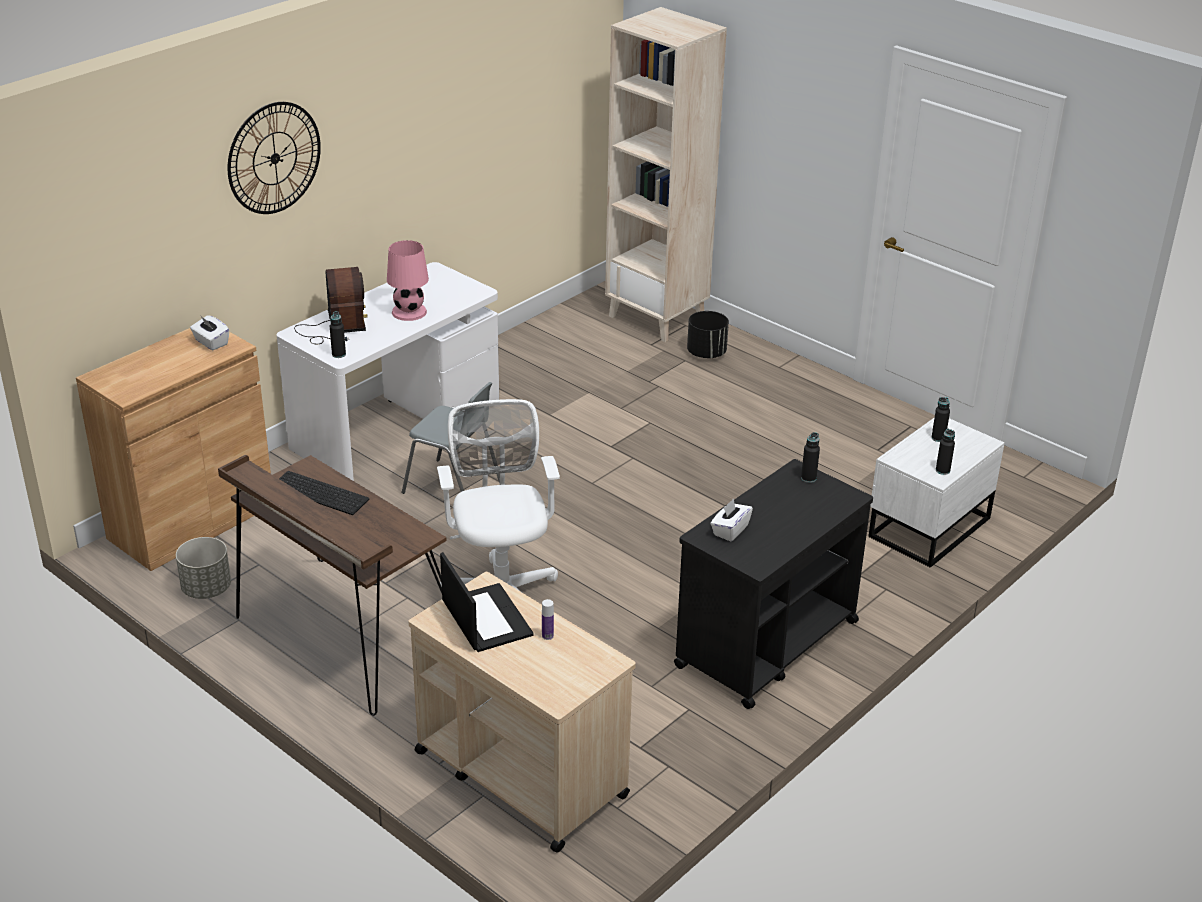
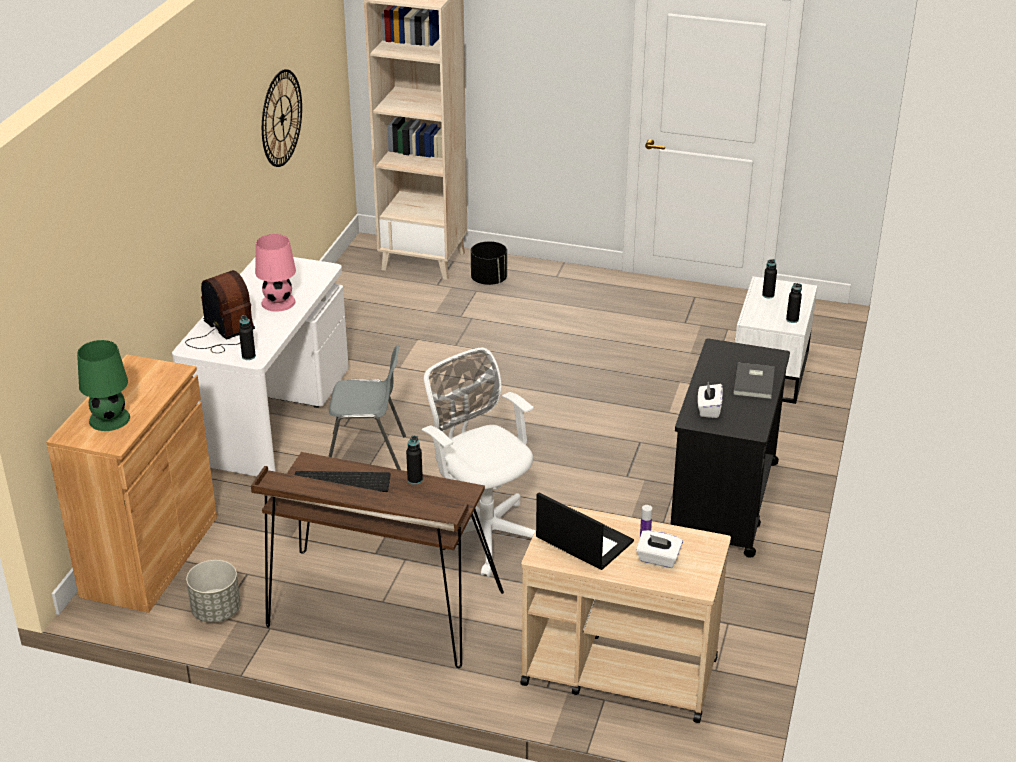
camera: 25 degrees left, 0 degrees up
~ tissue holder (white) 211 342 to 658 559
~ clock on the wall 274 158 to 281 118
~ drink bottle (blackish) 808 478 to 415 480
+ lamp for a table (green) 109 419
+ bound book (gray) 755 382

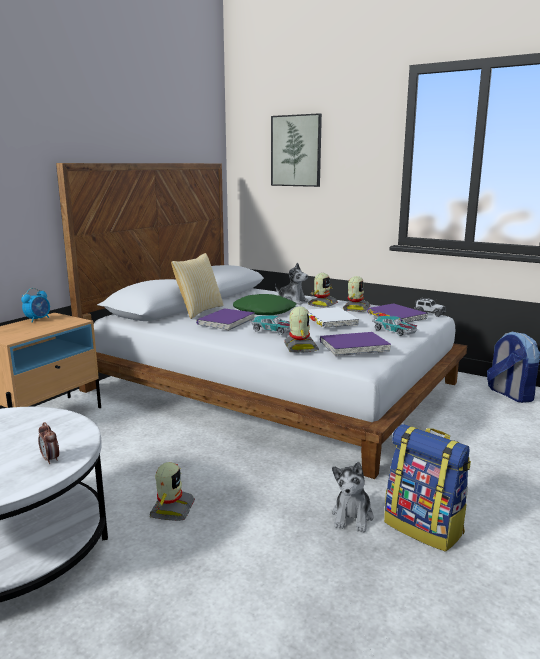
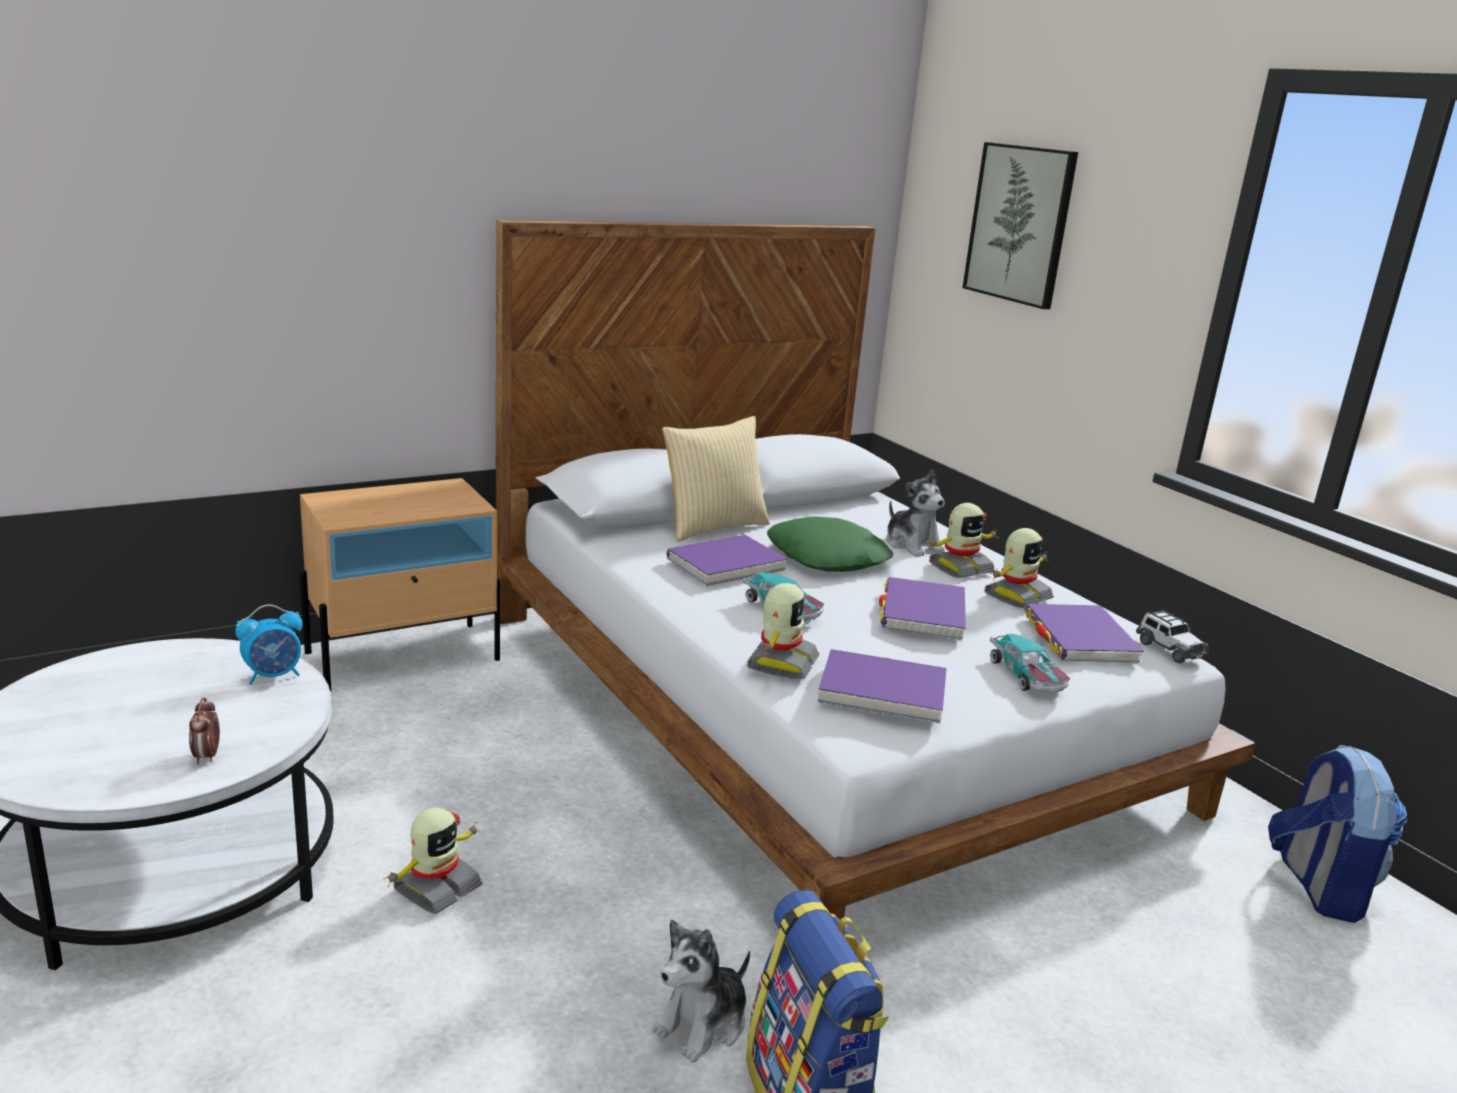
camera: 25 degrees right, 5 degrees up
~ alarm clock 38 319 to 274 676
~ bound book (white) 331 320 to bound book (purplish) 922 613

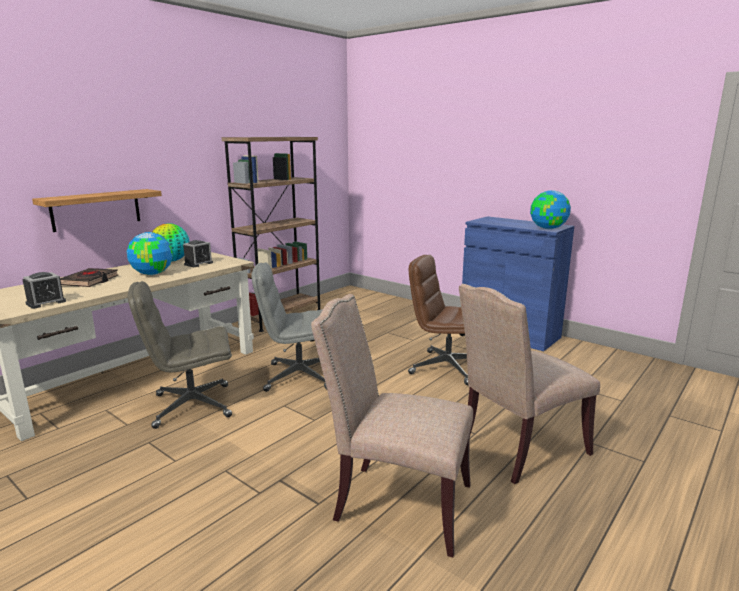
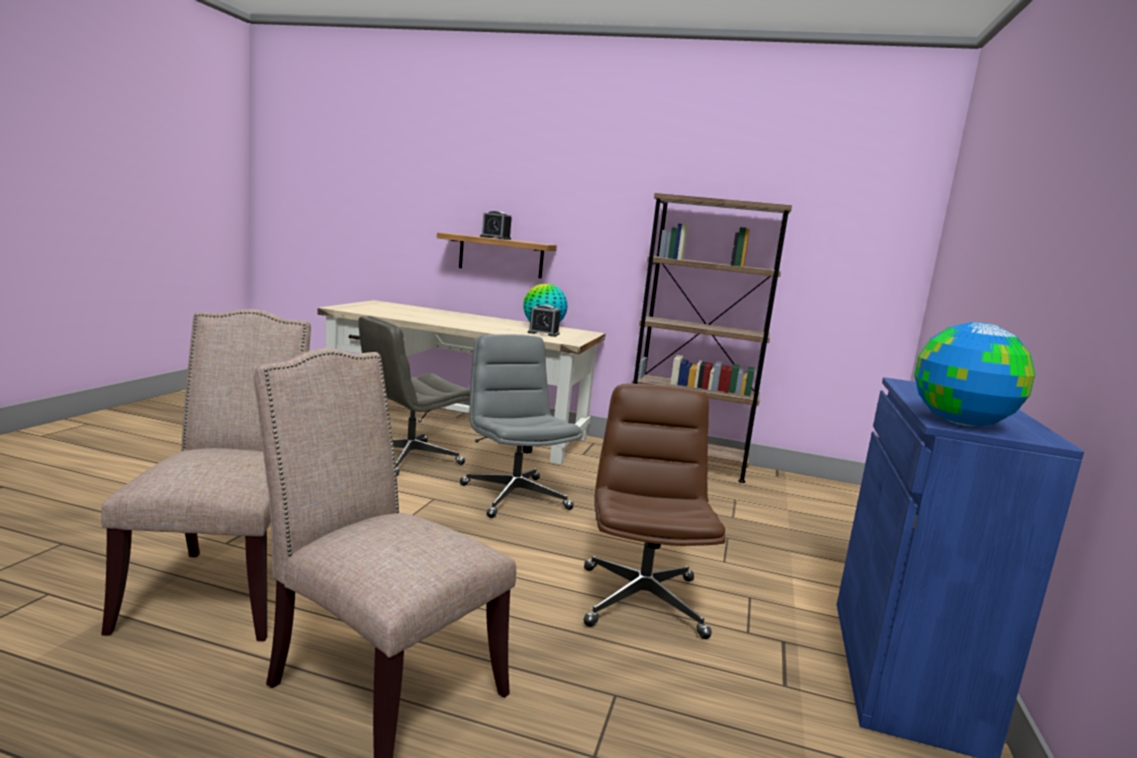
camera: 65 degrees right, 5 degrees down
~ alarm clock 46 302 to 495 238
- bound book (blackish) 90 281
- world globe 152 273
~ computer chair (gray) 191 406 = 408 459 90 degrees counterclockwise

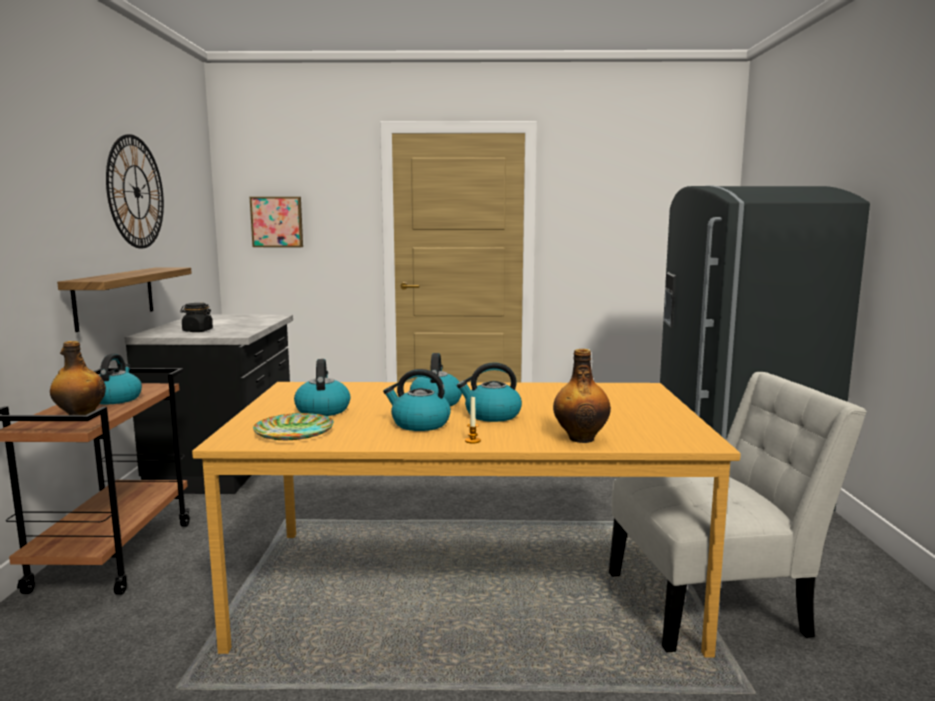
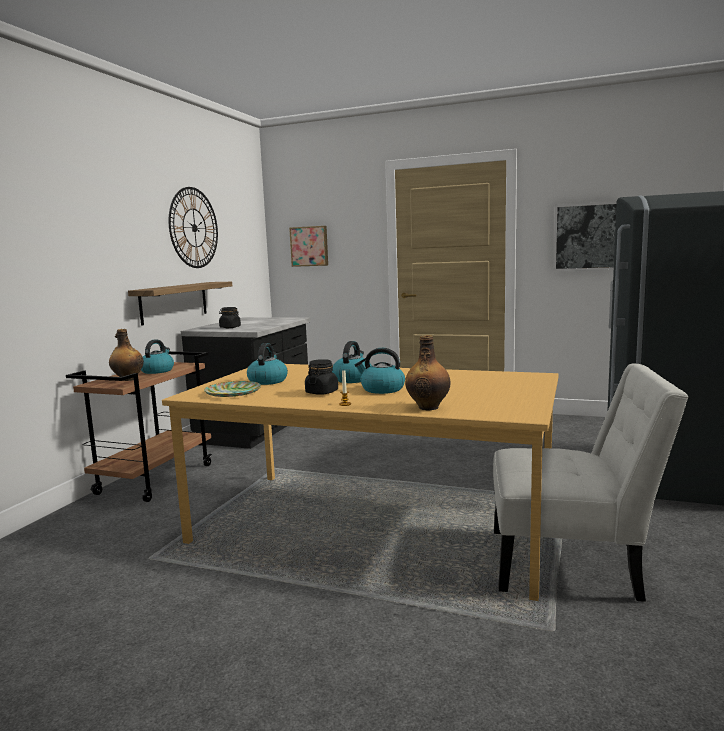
camera: 20 degrees right, 0 degrees up
~ kettle 419 424 to jar (blackish) 322 392
+ wall art 588 236

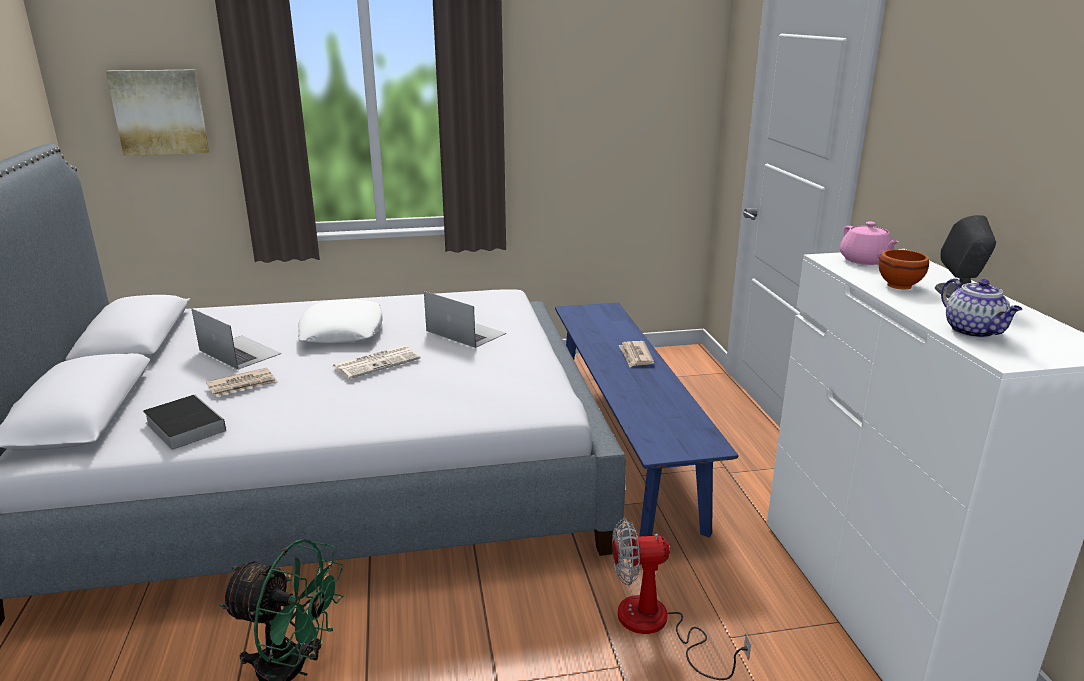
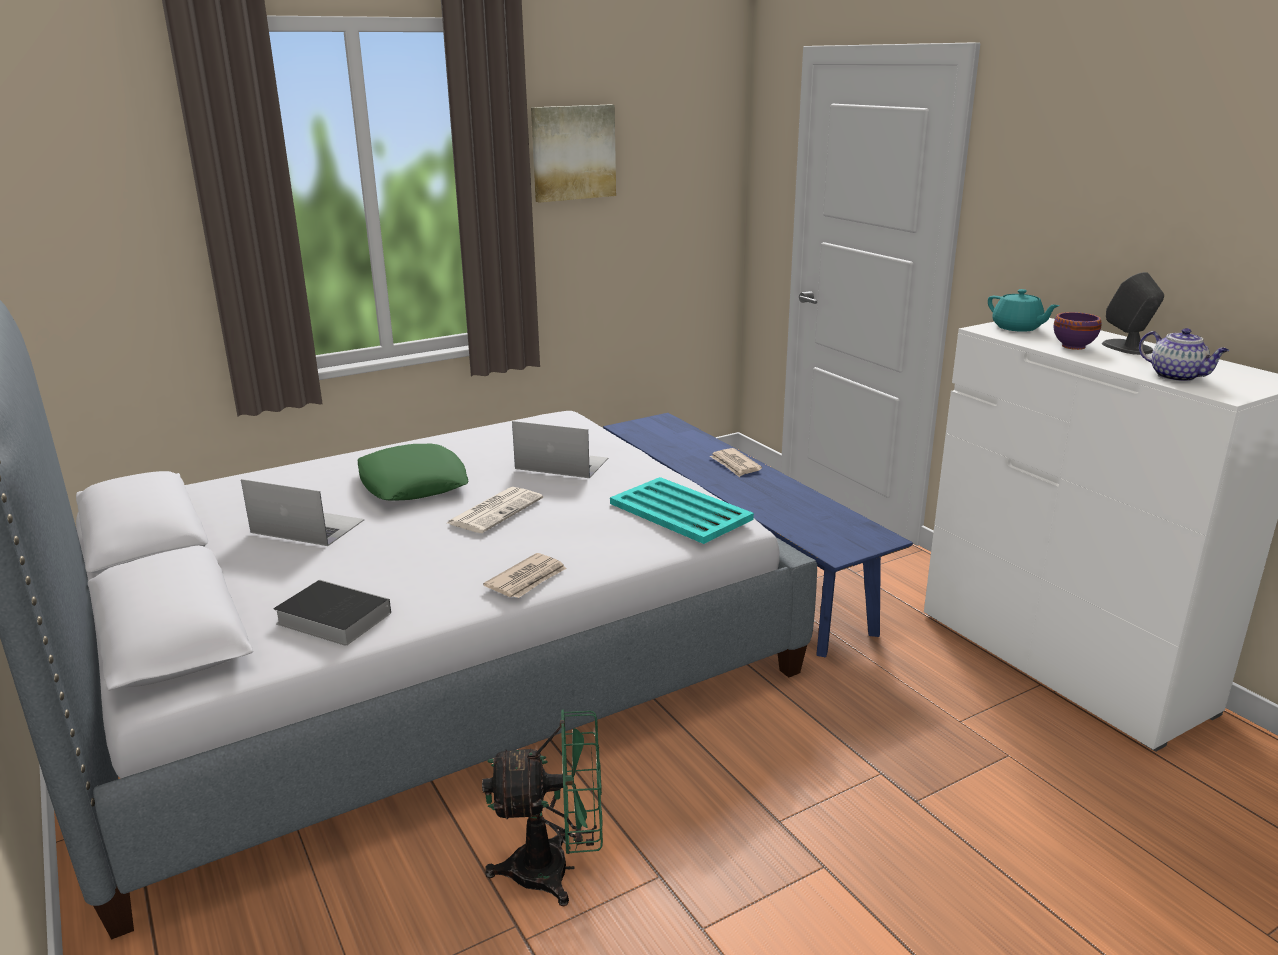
camera: 20 degrees left, 0 degrees up
~ wall art 160 112 to 573 152
~ newspaper 243 385 to 527 579
~ cushion (white) 342 331 to cushion (green) 412 483
- fan 657 626
~ pot for tea (pinkish) 865 260 to pot for tea (turquoise) 1017 328
~ bowl (brownish) 900 286 to bowl (purplish) 1075 346
+ carrying tray (turquoise) 679 511

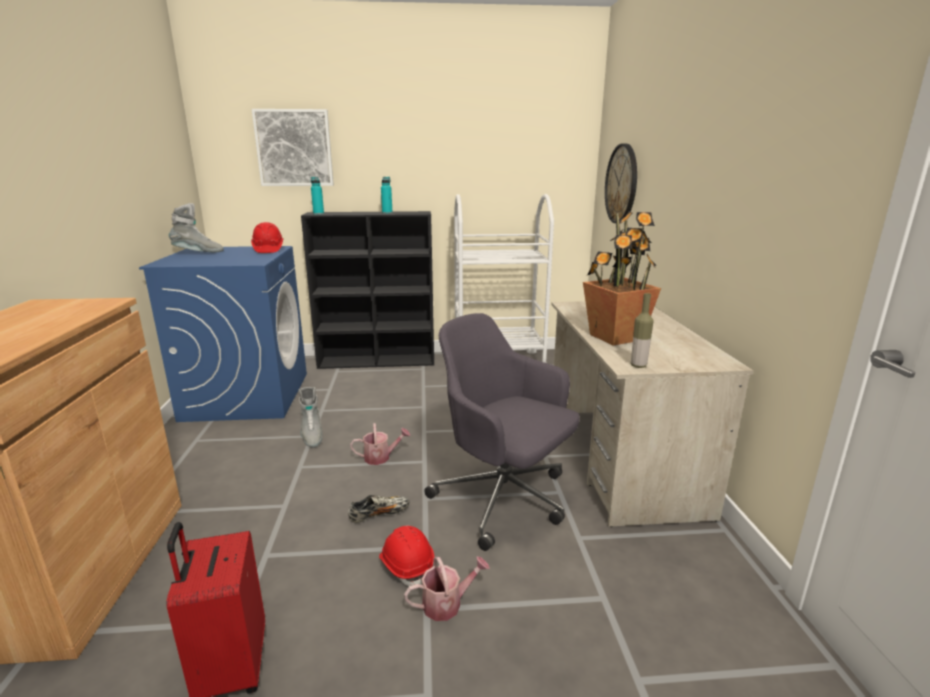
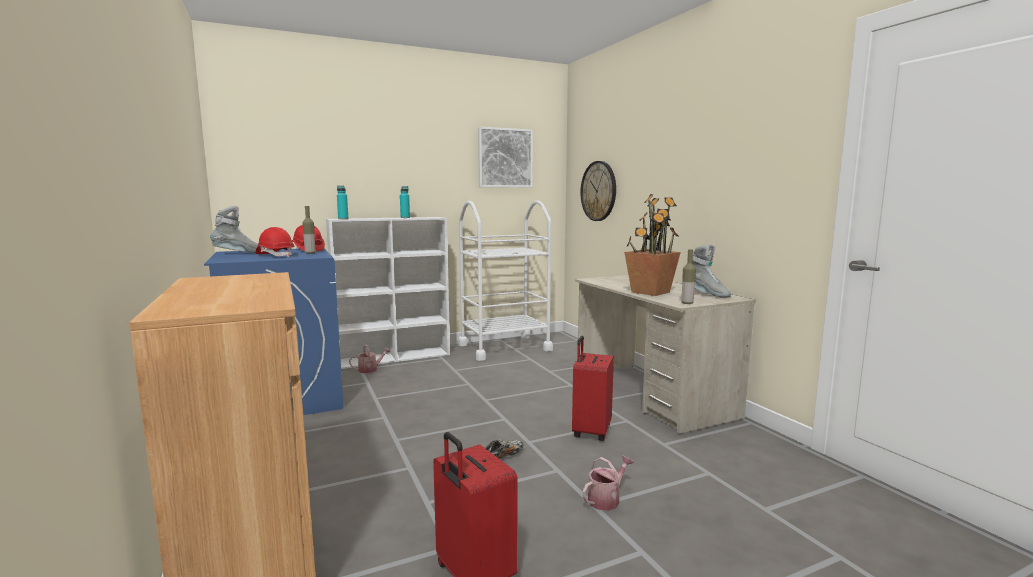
camera: 20 degrees left, 10 degrees down
~ wall art 294 148 to 505 158
~ tall boot (gray) 311 436 to 706 294
~ bookcase (blackish) 378 361 to bookcase (white) 394 357
~ sprinkling can 381 457 to 370 369
~ work helmet (red) 407 565 to 275 255
~ computer chair (gray) 504 499 to suitcase (red) 590 431
+ drink bottle 310 253

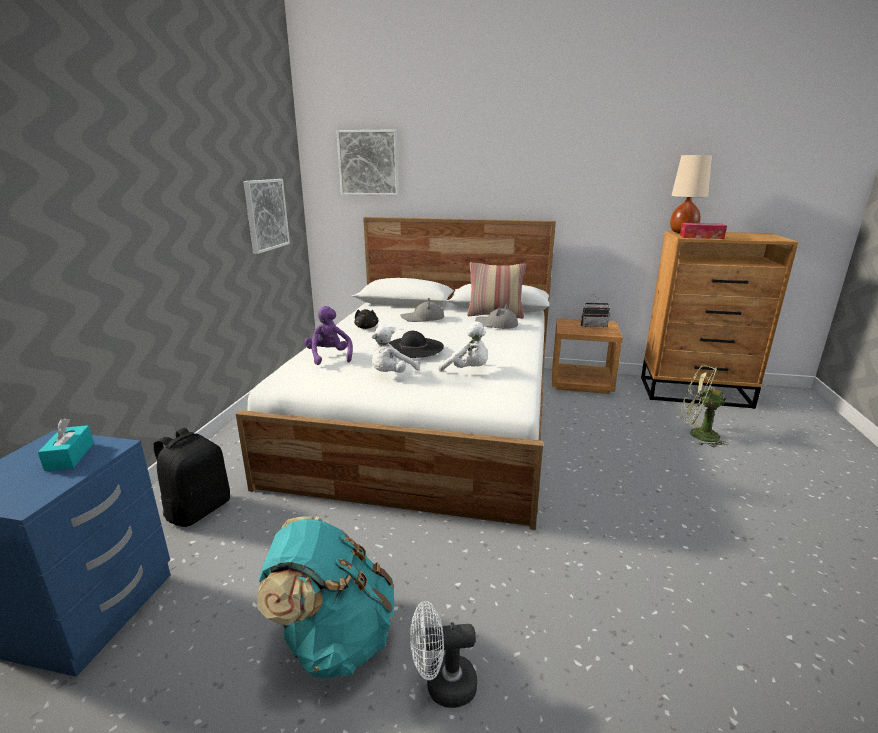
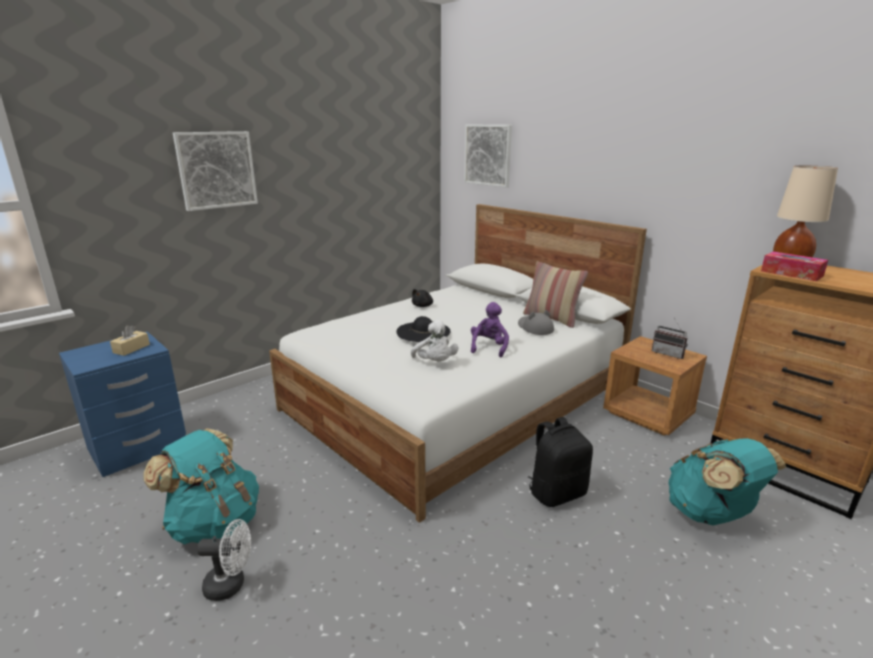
camera: 35 degrees right, 0 degrees up
~ tissue holder (turquoise) 70 456 to tissue holder (beige) 131 348
~ rucksack (blackish) 198 509 to 557 493
~ wall art 266 215 to 216 170
~ cuddly toy (purplish) 329 357 to 489 347
- cuddly toy (white) 391 374
- wearable hat (gray) 423 318
~ fan (white) 442 685 = 231 585 150 degrees clockwise
~ fan (green) 697 434 to rucksack (turquoise) 711 514

